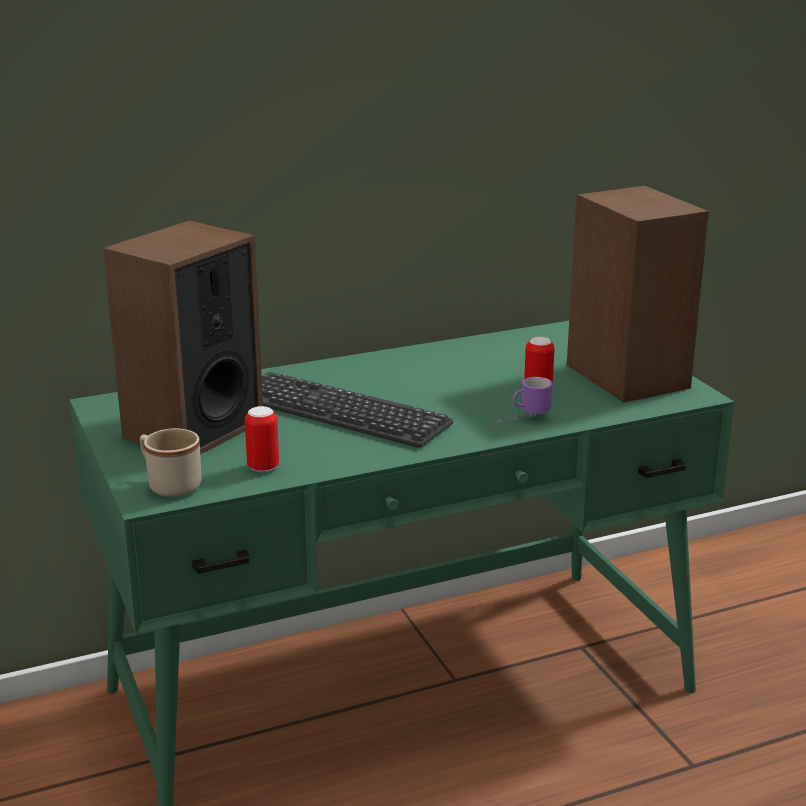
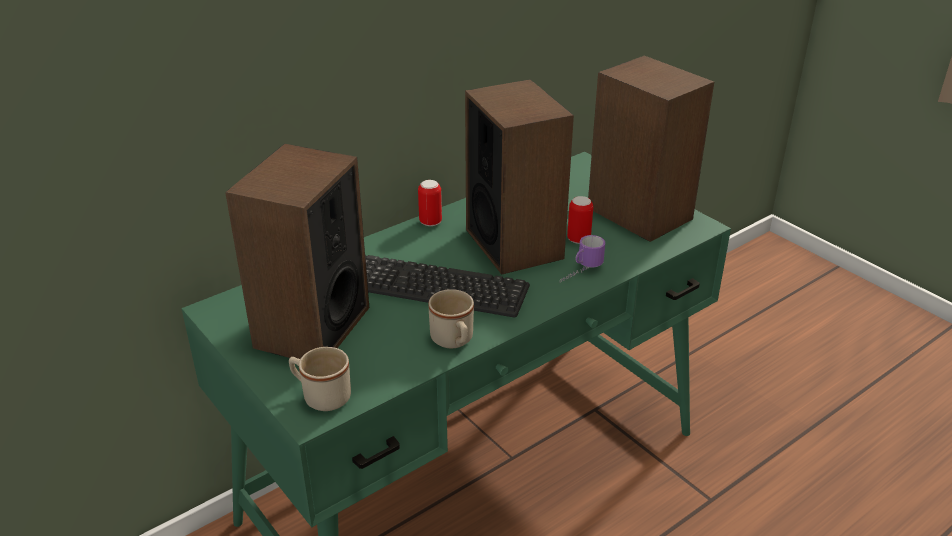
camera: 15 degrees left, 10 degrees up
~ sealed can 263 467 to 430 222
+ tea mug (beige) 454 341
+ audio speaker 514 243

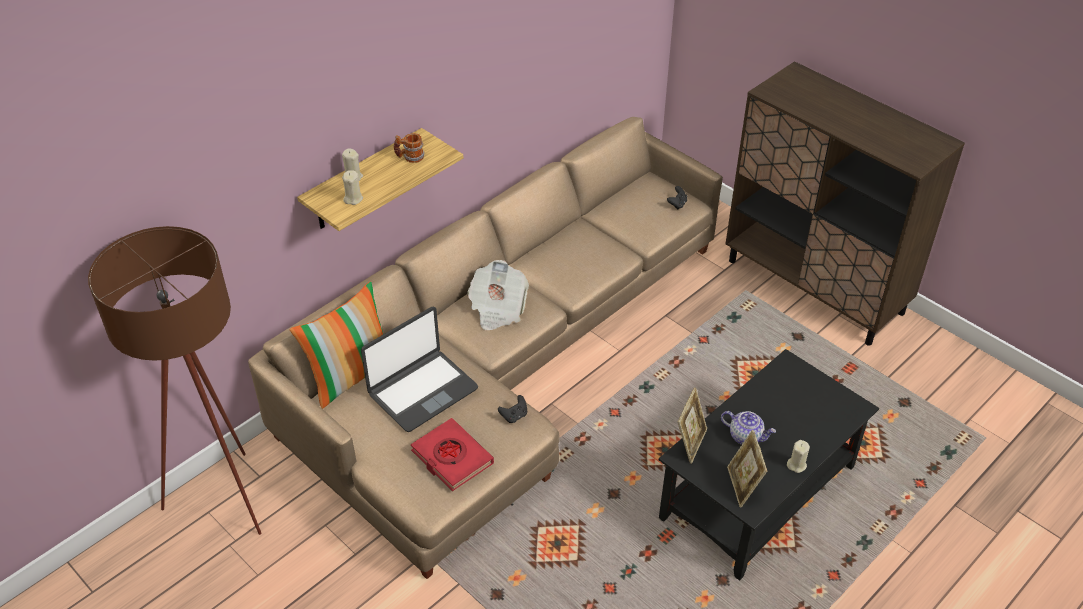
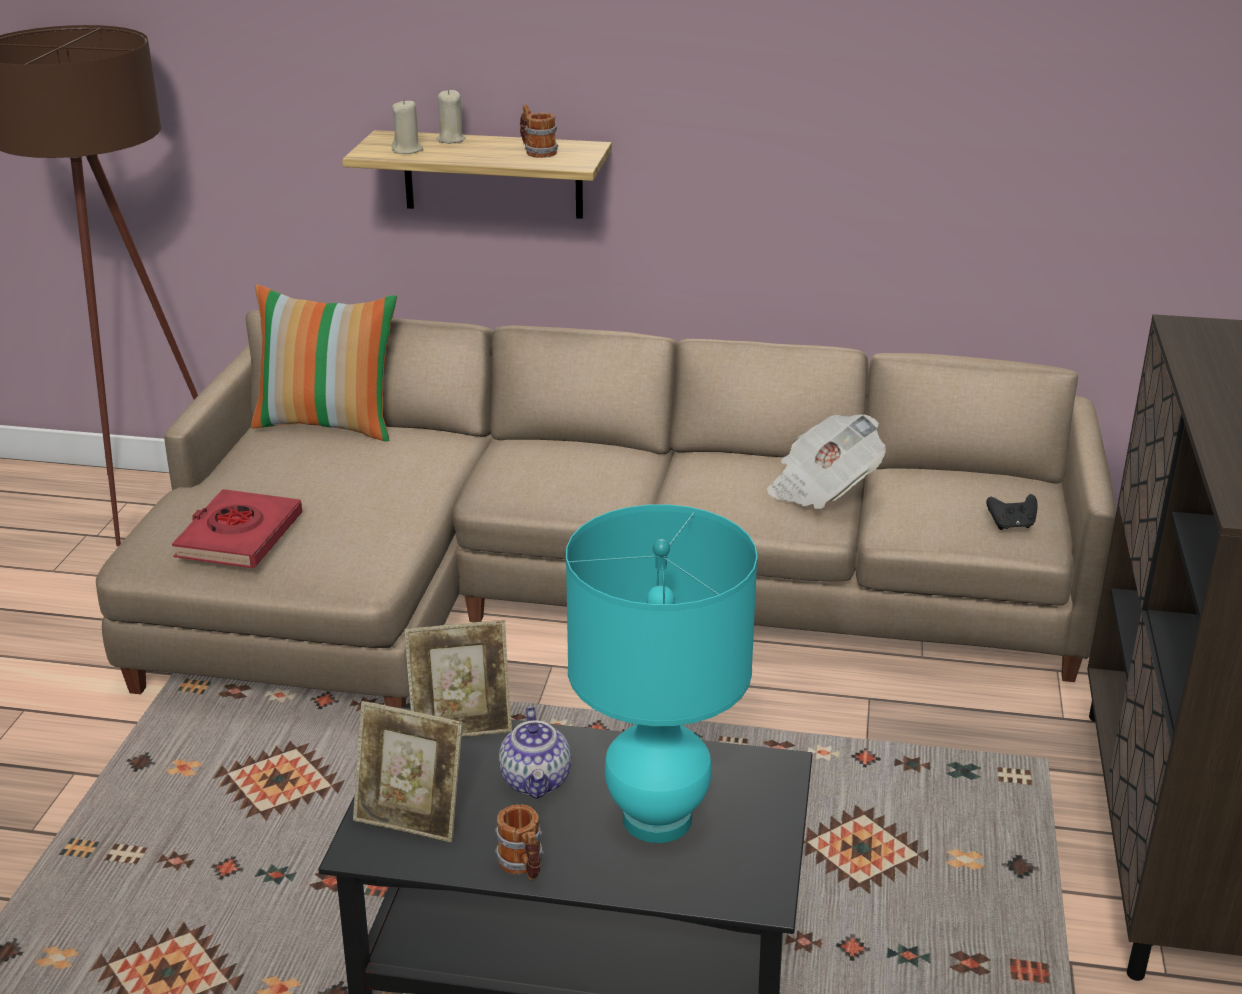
camera: 55 degrees right, 15 degrees down
- portable computer 422 391
~ newspaper 497 308 to 822 488
- gamepad (blackish) 514 416
~ picture frame 743 486 = 411 818 120 degrees counterclockwise
~ candle (beige) 796 464 to tea mug 523 866
+ lamp for a table (turquoise) 657 819

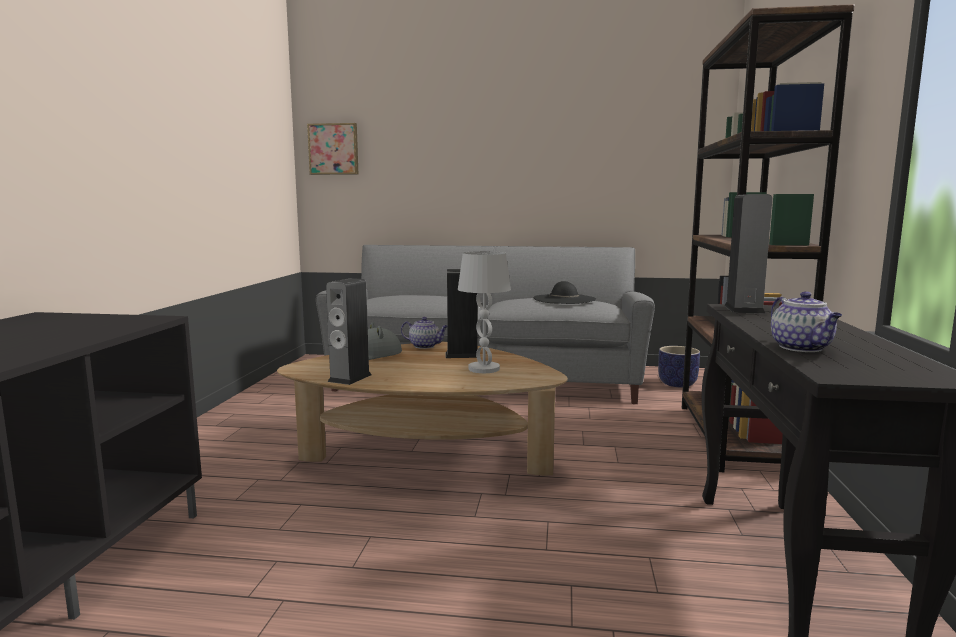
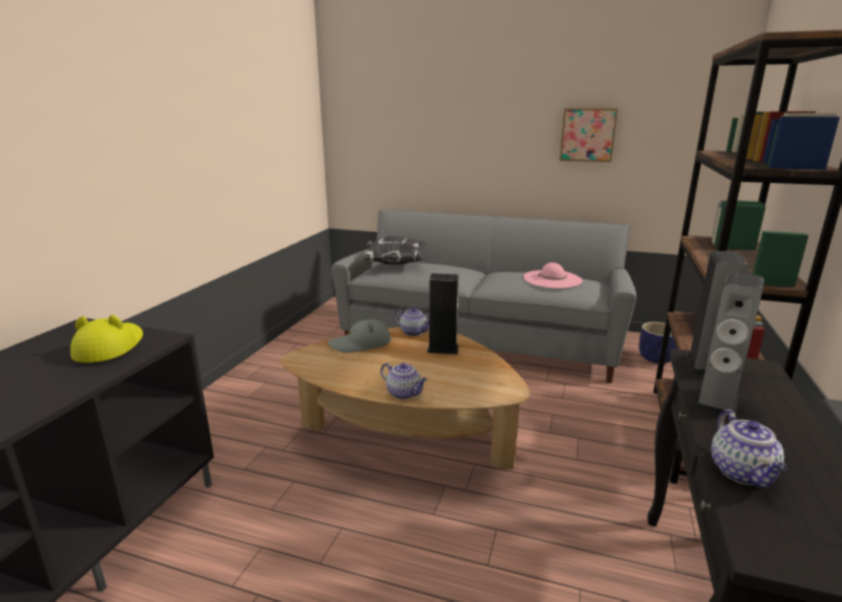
camera: 10 degrees right, 10 degrees up
~ wall art 334 149 to 587 135
~ audio speaker 350 378 to 716 402
- lamp for a table (white) 484 369
~ wearable hat (blackish) 564 299 to wearable hat (pinkish) 552 279
+ wearable hat (yellow) 109 347
+ cushion 394 264
+ pot for tea 404 393

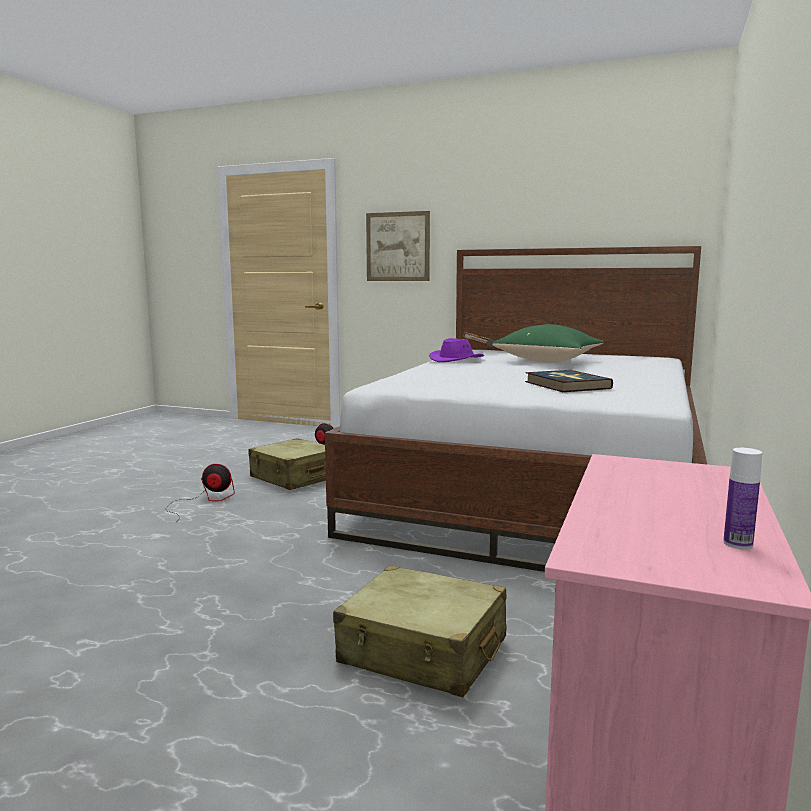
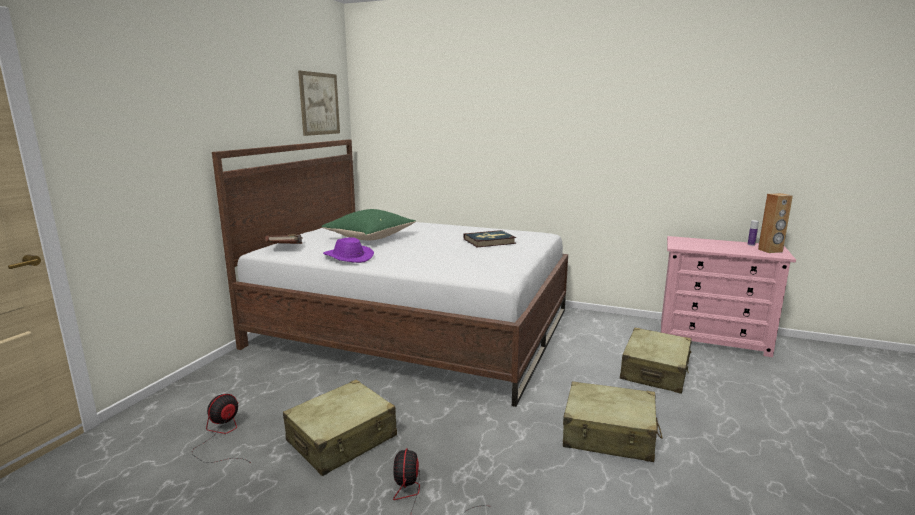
camera: 90 degrees left, 5 degrees up
~ wall art 398 247 to 319 104
+ suitcase (beige) 609 434
+ audio speaker (brownish) 770 251

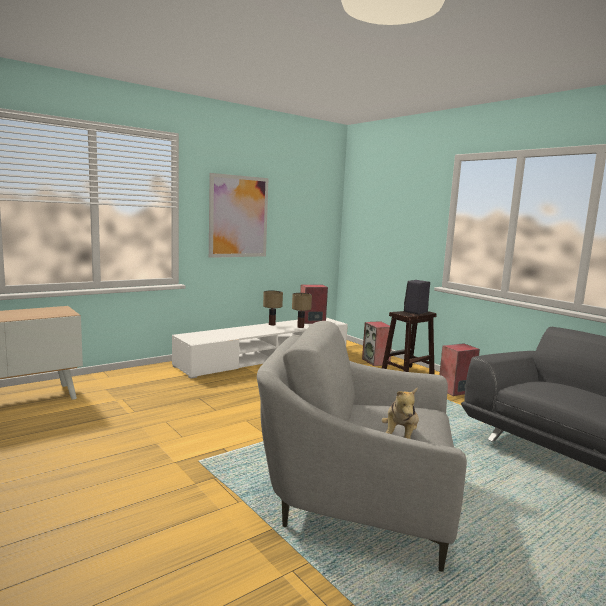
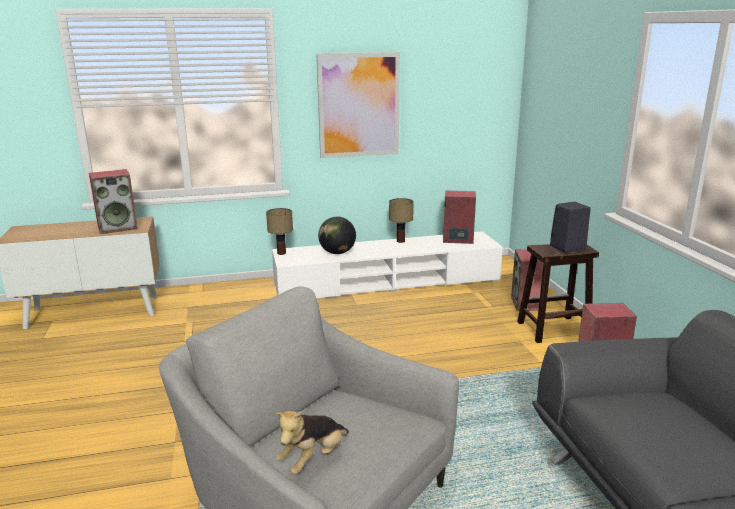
camera: 25 degrees right, 10 degrees up
~ lamp for a table 300 327 to 281 253
+ audio speaker 118 227
+ world globe 337 253

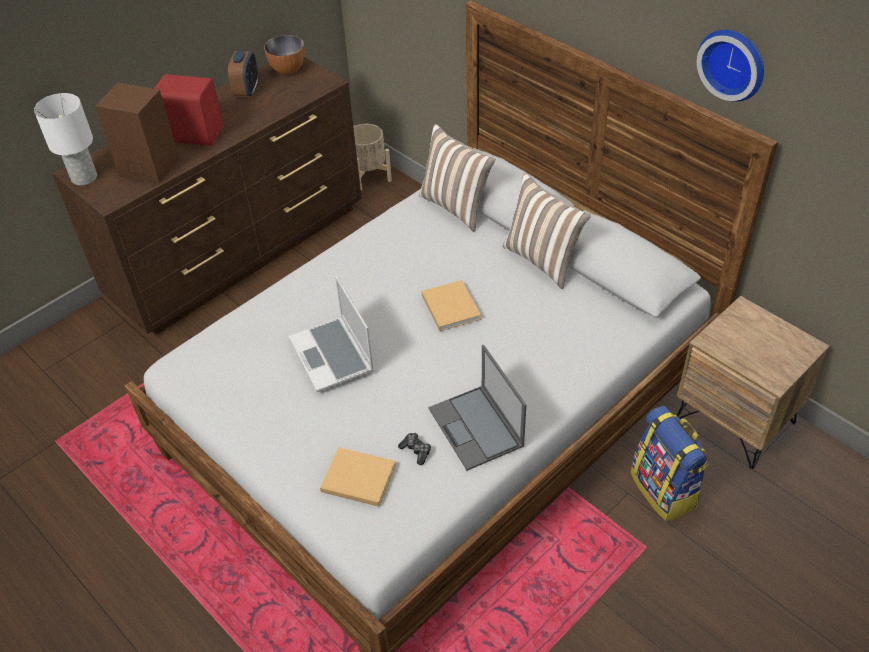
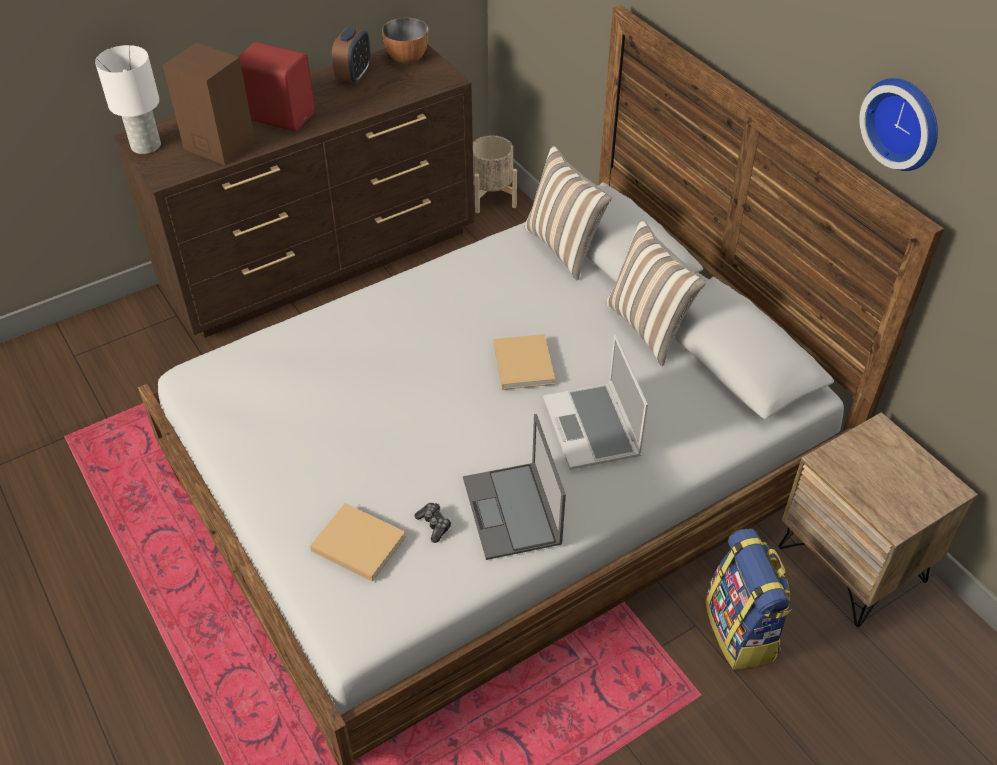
camera: 10 degrees right, 0 degrees up
~ portable computer 333 356 to 593 429

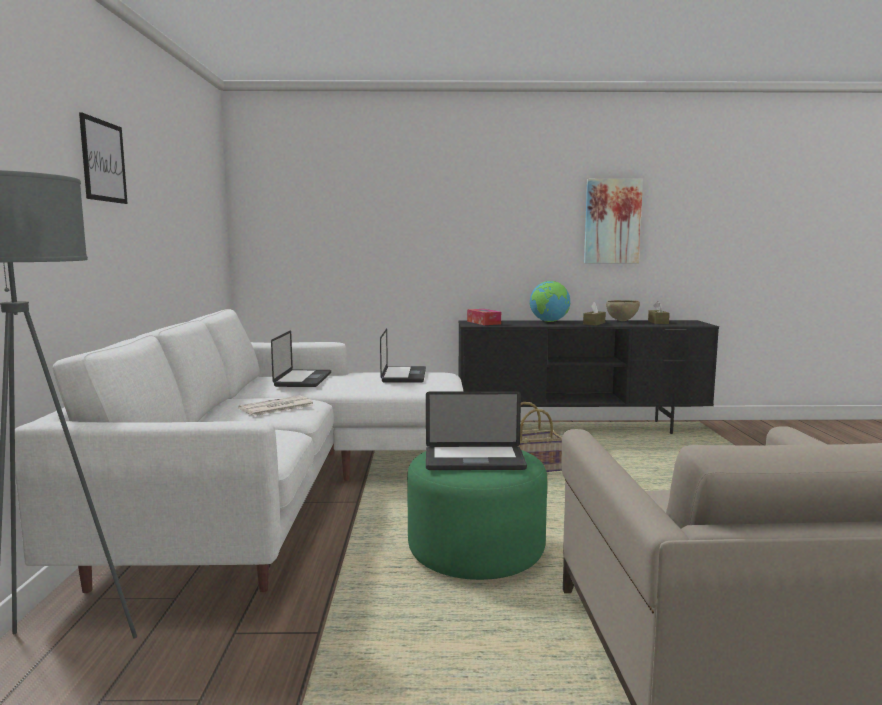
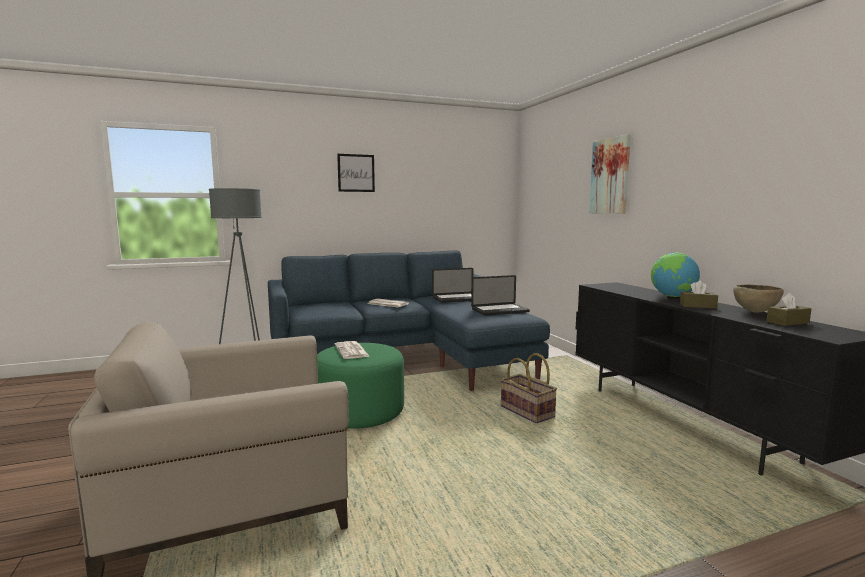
camera: 70 degrees right, 0 degrees up
~ couch (white) 280 495 to couch (blue) 406 358
~ portable computer 474 460 to newspaper 352 351
- tissue holder 483 322
~ wall art 612 221 to 610 176

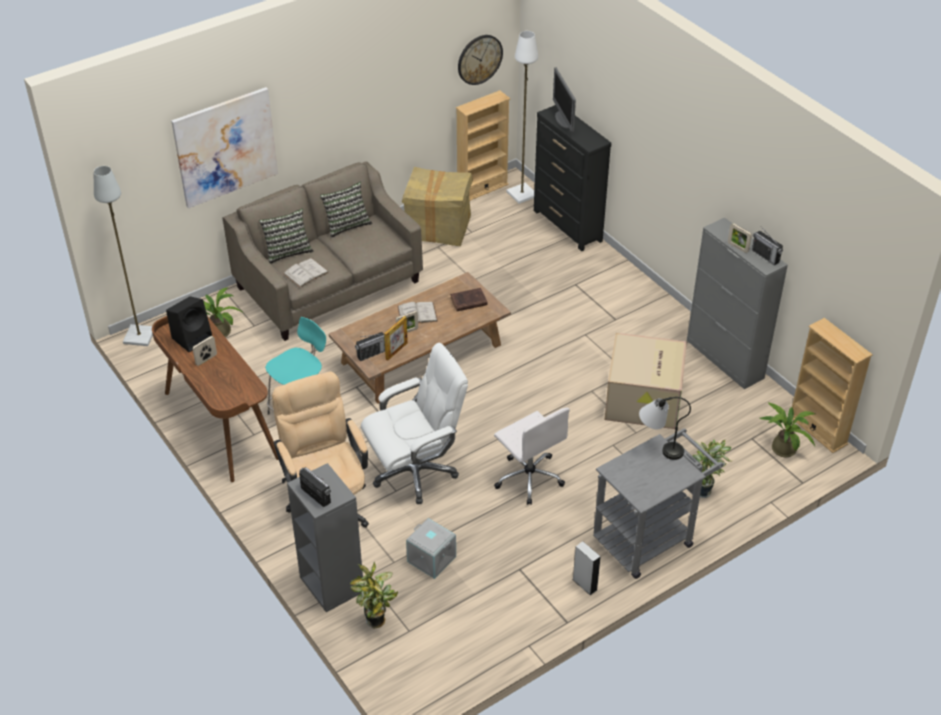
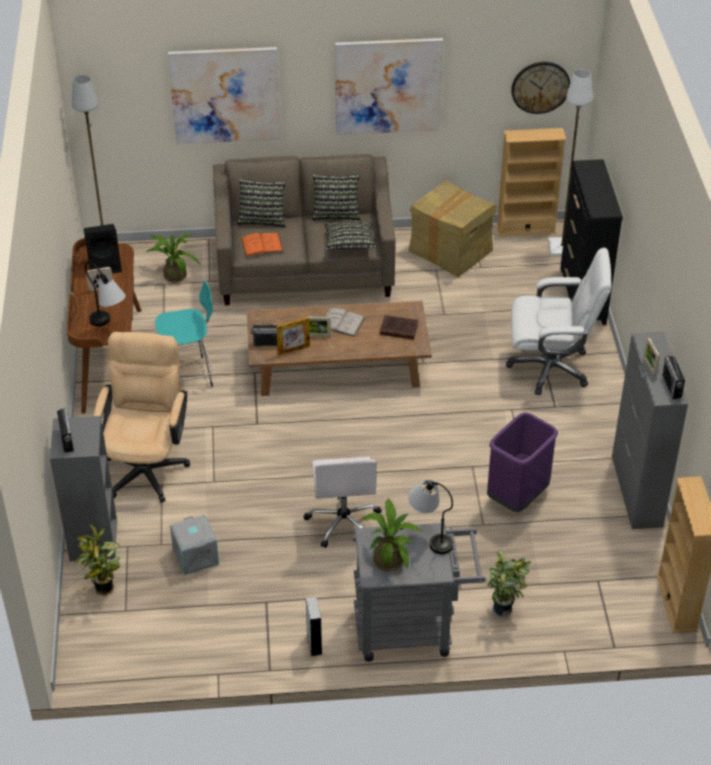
camera: 30 degrees right, 0 degrees up
~ bound book (white) 306 273 to bound book (orangey) 262 245
~ computer chair (white) 415 471 to 551 367
- computer screen 563 120
~ carton 644 400 to trash can (purplish) 517 497
~ houseplant 782 447 to 389 558
+ lamp for a table 109 325
+ cushion 349 244
+ wall art 388 86

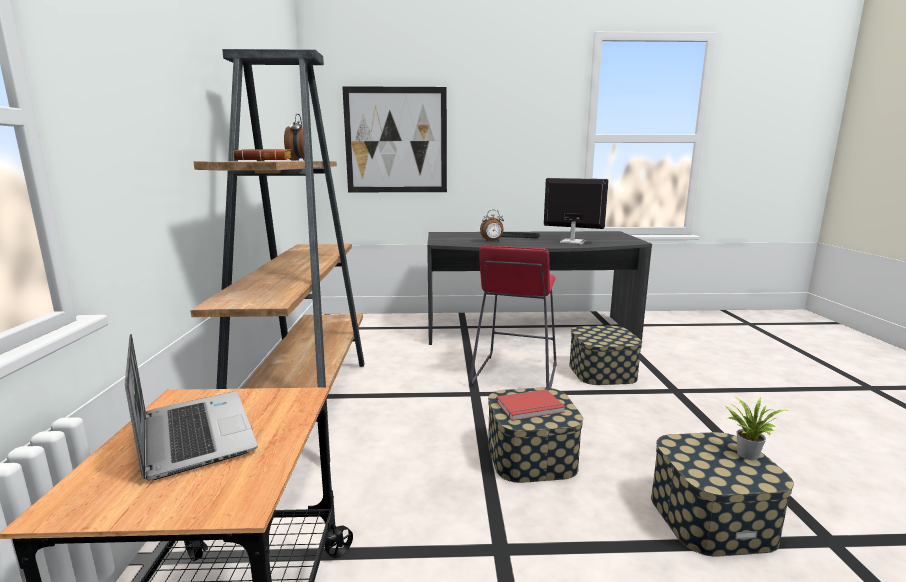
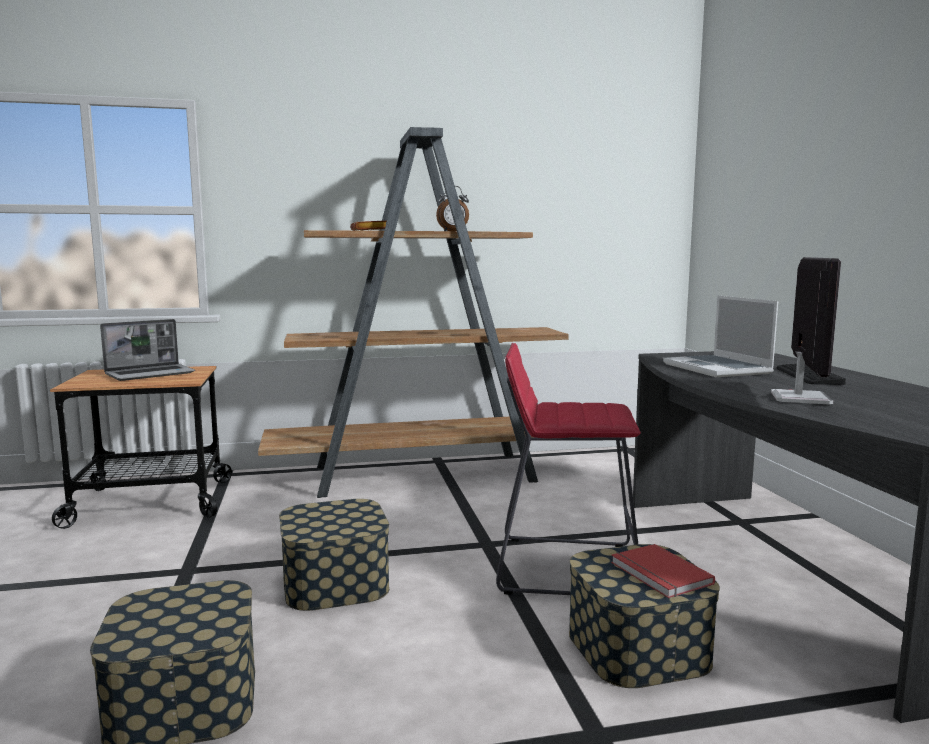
camera: 80 degrees right, 5 degrees down
- wall art 396 140
~ alarm clock 492 241 to portable computer 718 369
~ bound book (red) 531 408 to 659 574
- houseplant 746 453

